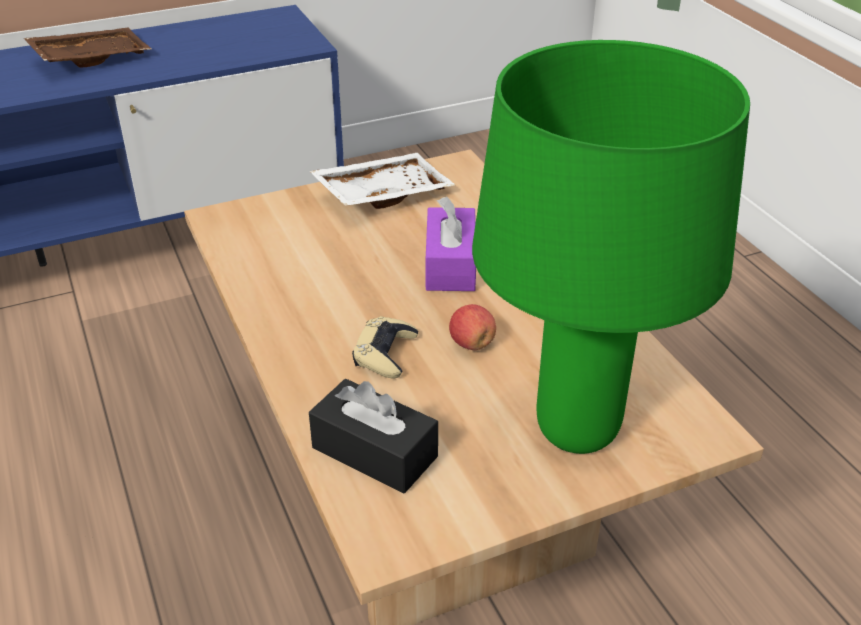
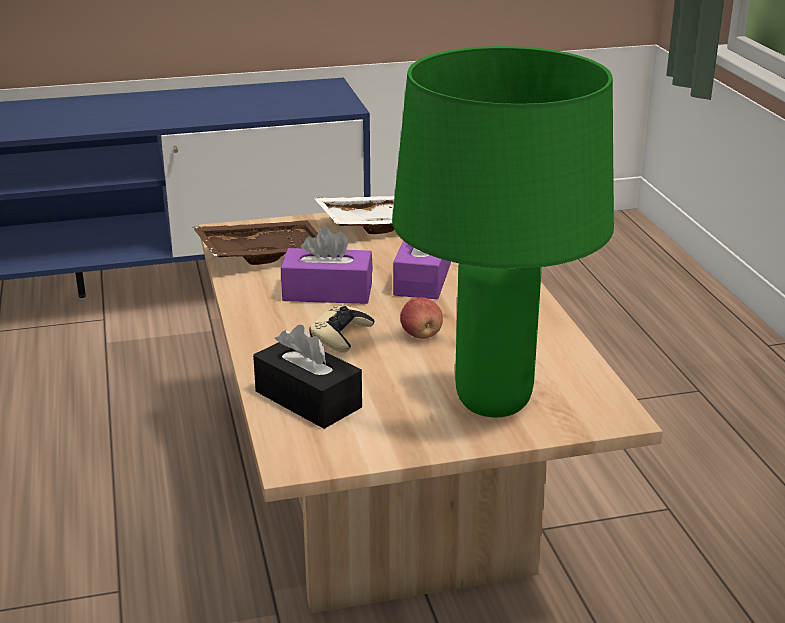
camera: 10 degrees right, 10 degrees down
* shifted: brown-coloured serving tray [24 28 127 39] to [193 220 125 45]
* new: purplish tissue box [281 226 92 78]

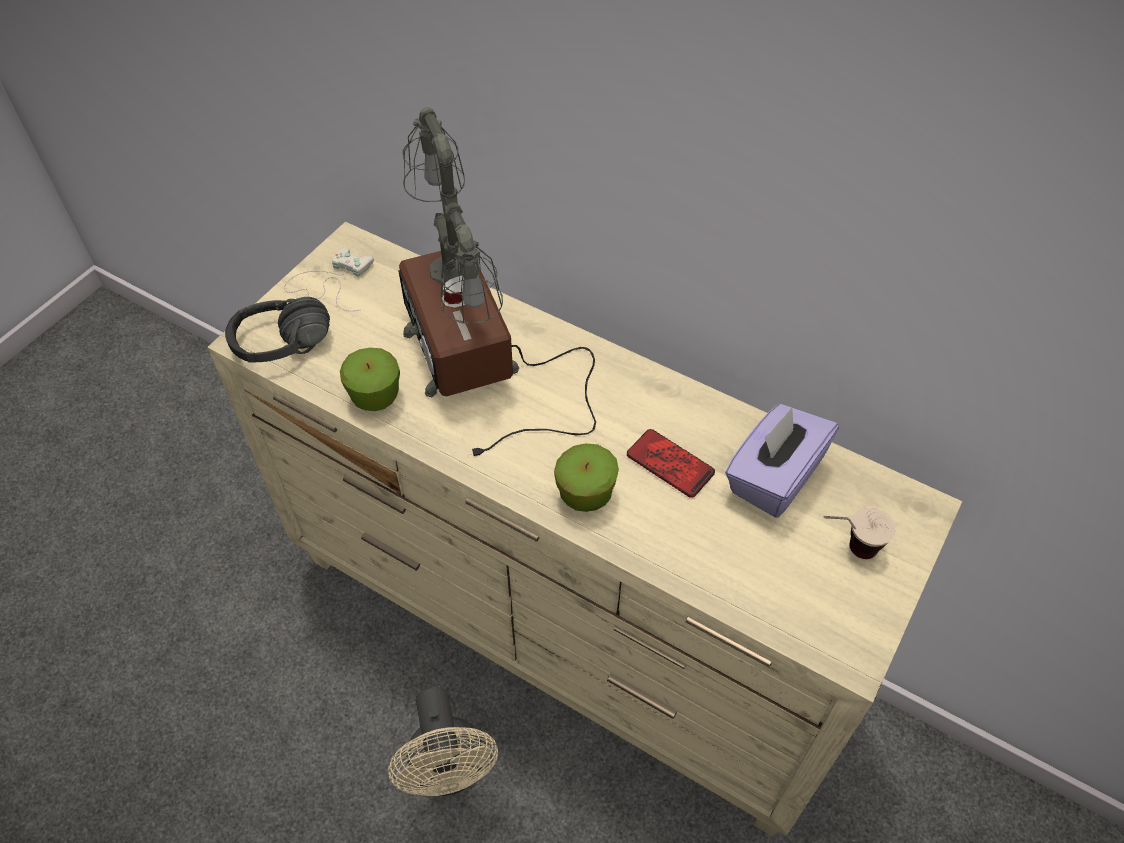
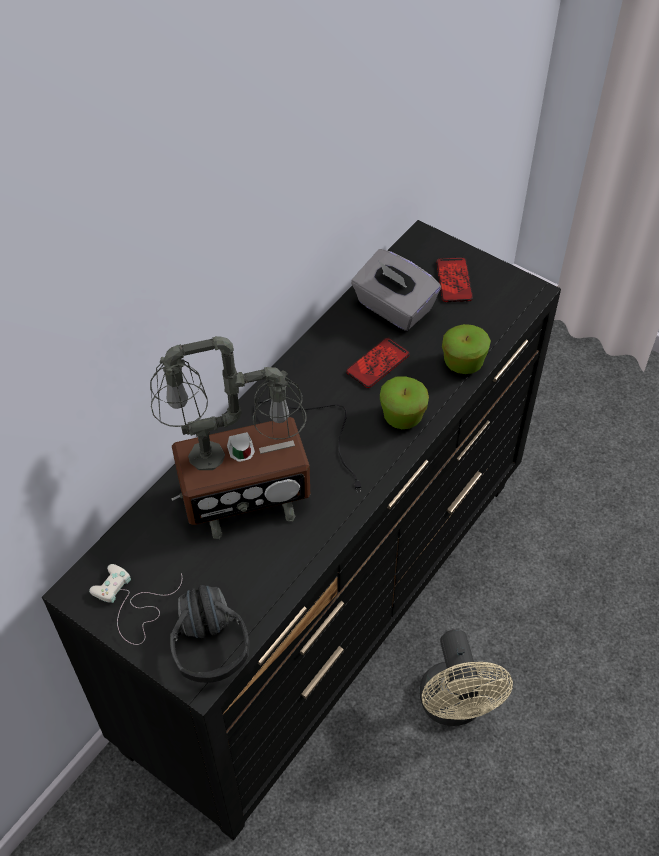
camera: 85 degrees left, 0 degrees up
* repainted: sand-coloured drawer chest [207 222 755 614] to blackish drawer chest [42 220 519 620]
* shifted: apple fruit [340 348 60 63] to [442 324 49 50]
* rotated: sand-coloured electric fan [388 686 110 110] = [419 629 94 97] 90 degrees clockwise
* repainted: purplish tissue box [725 404 114 114] to greyish tissue box [351 249 90 82]
* swapped: drinking cup [824 508 72 51] to telephone [436 257 37 45]

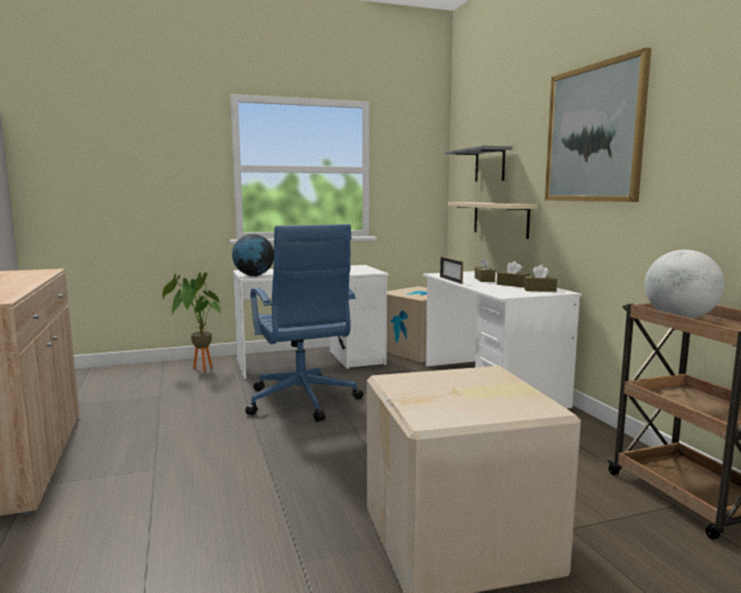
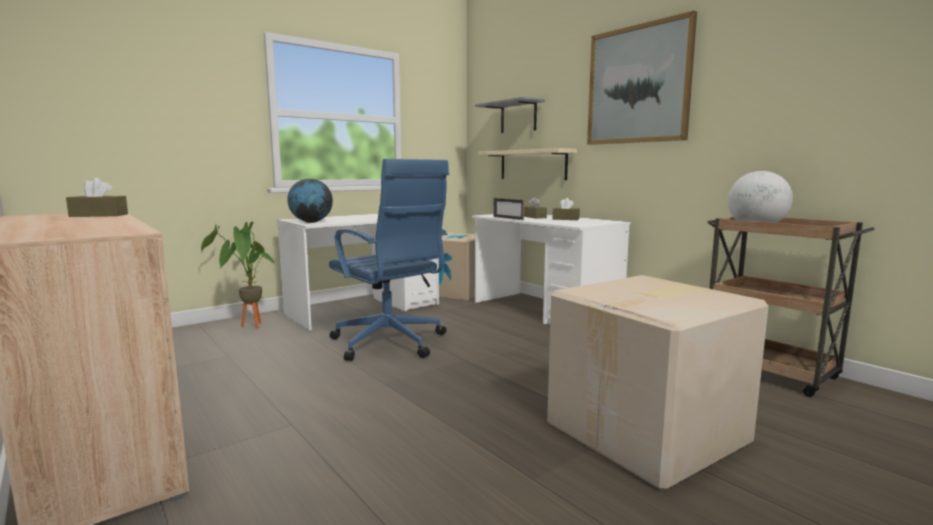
camera: 20 degrees left, 0 degrees up
* shifted: brown-coloured tissue box [524 265 33 27] to [66 178 62 39]

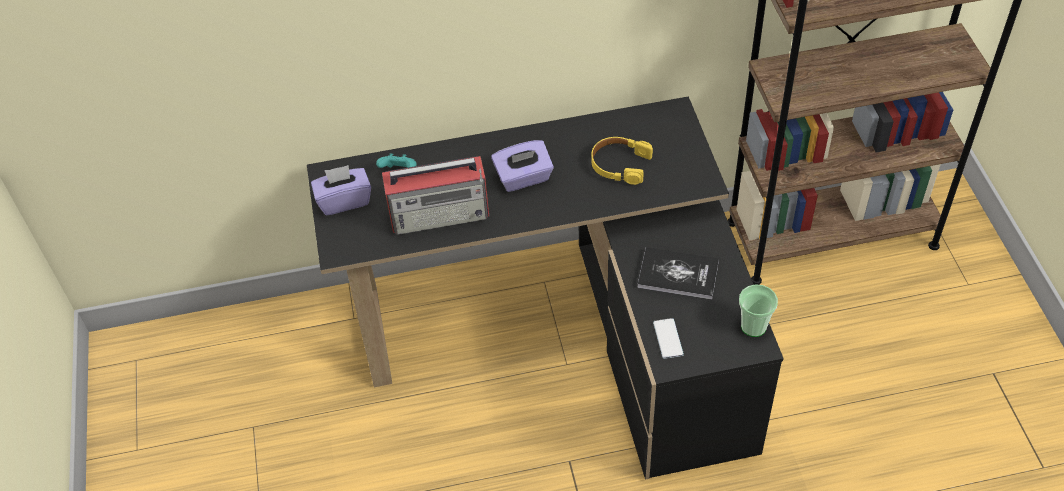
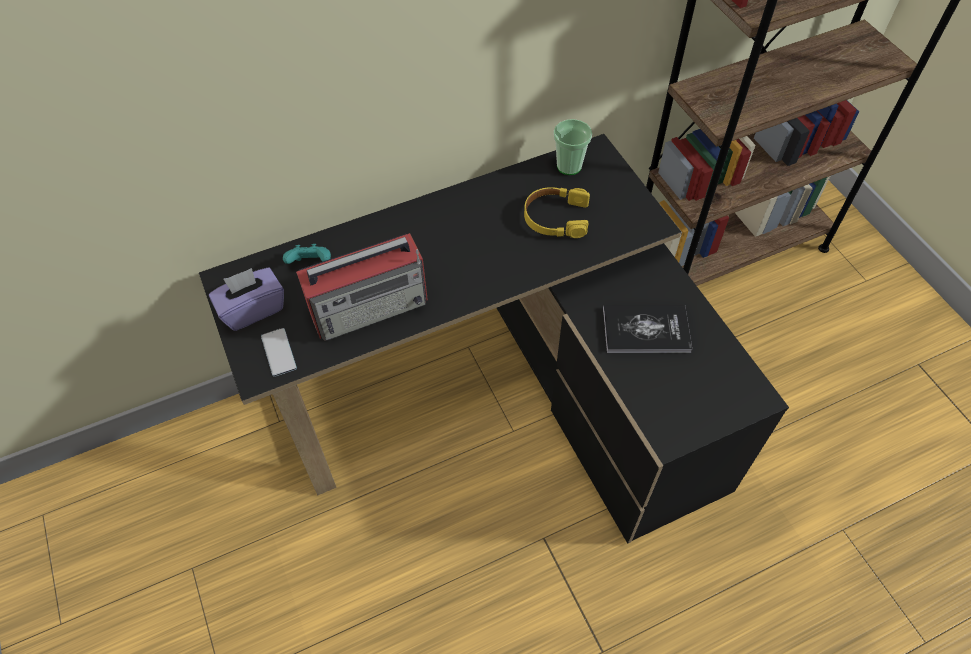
camera: 15 degrees left, 5 degrees up
* gone: purplish tissue box [491 140 63 52]
* shifted: telephone [653 318 31 41] to [261 328 36 49]
* shifted: drinking cup [739 284 39 53] to [553 119 39 56]

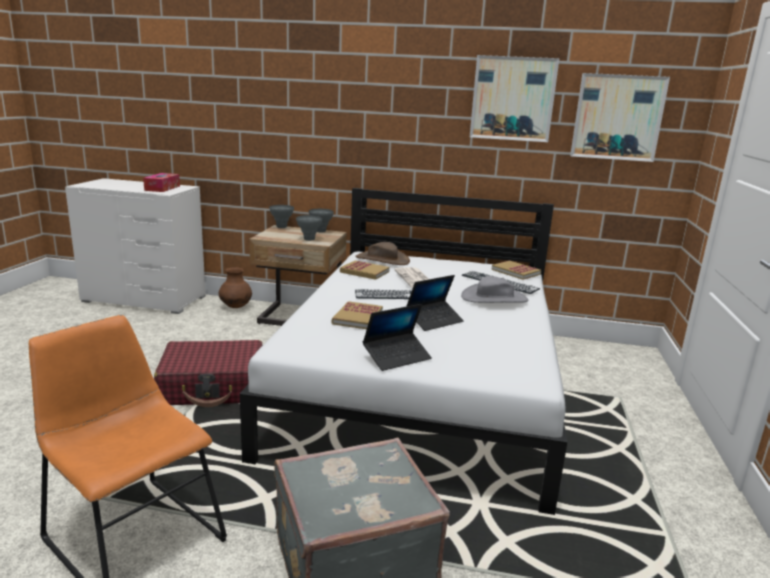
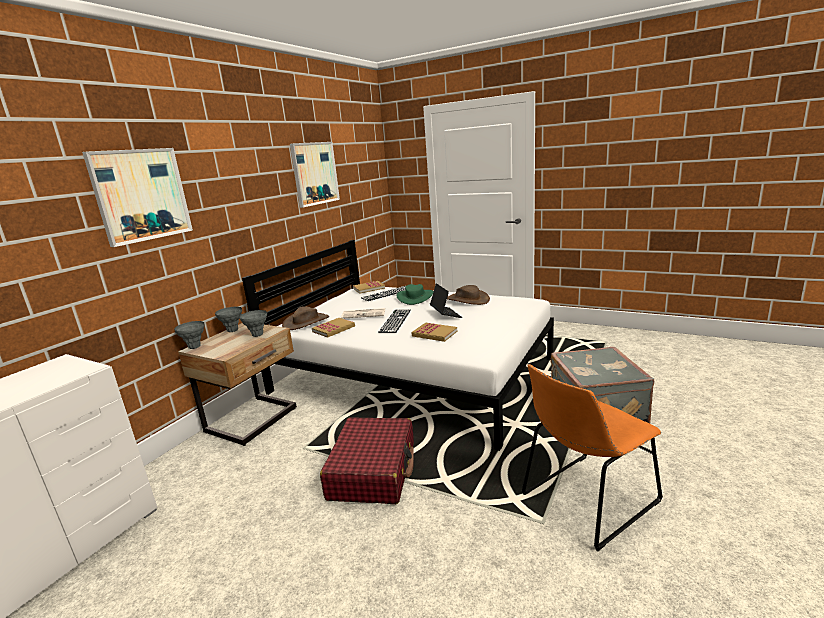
camera: 70 degrees left, 0 degrees up
* gone: tissue box [143 173 37 19]
* gone: brown-coloured decorative vase [219 267 33 41]
* gone: notebook computer [363 304 69 67]
* repainted: greyish wearable hat [461 276 67 27] to green wearable hat [397 284 37 21]
* shifted: wall art [570 73 100 89] to [82 148 111 99]
* new: brown-coloured wearable hat [447 285 43 20]

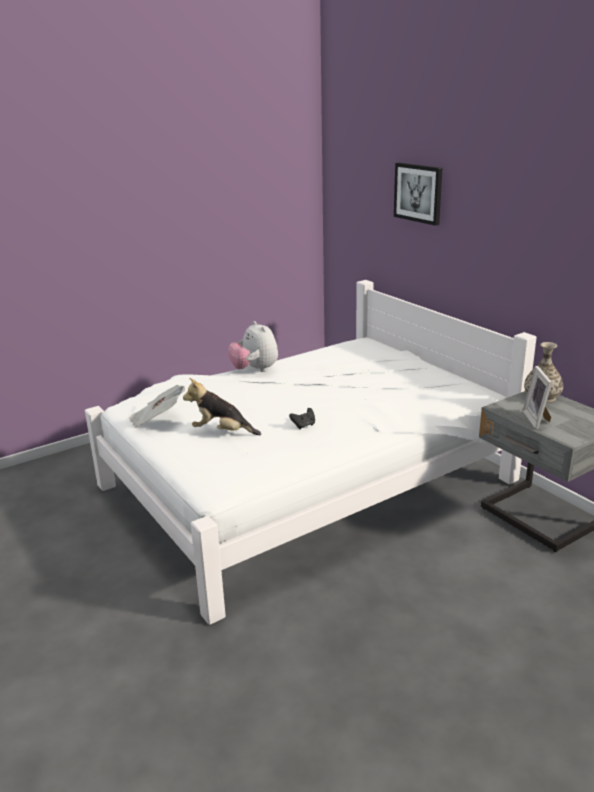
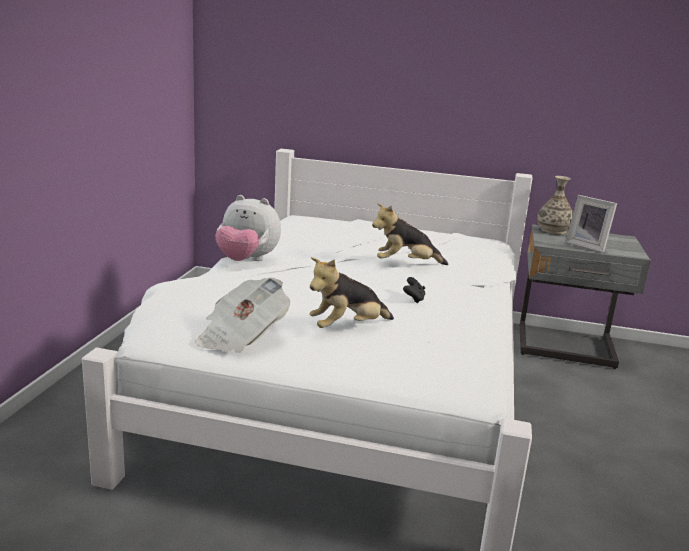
camera: 45 degrees left, 5 degrees down
* gone: wall art [394 163 48 63]
* new: soft toy [372 203 76 62]

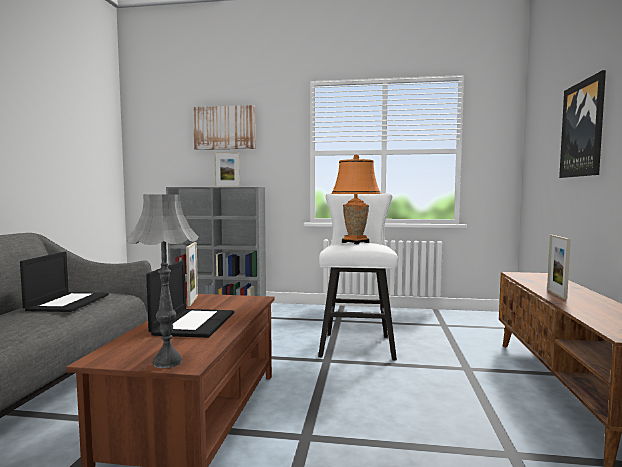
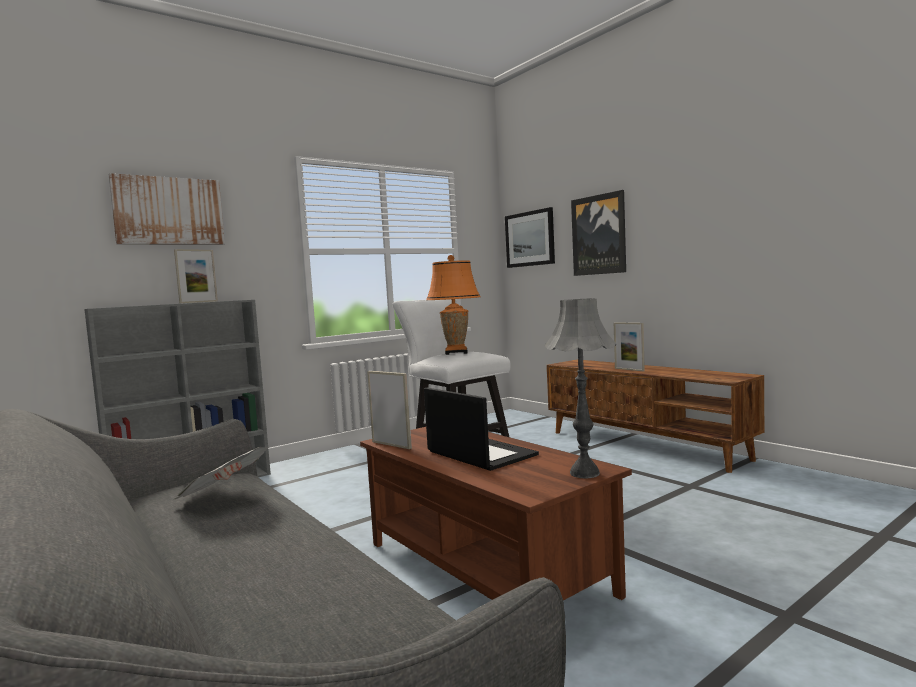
camera: 45 degrees left, 0 degrees up
* swapped: notebook computer [20 252 89 60] to daily paper [173 447 96 53]
* new: wall art [505 207 50 61]

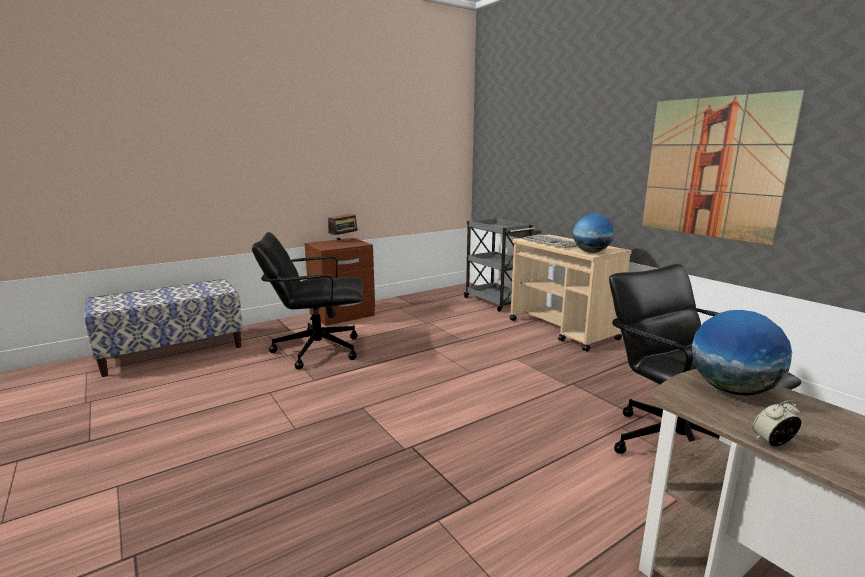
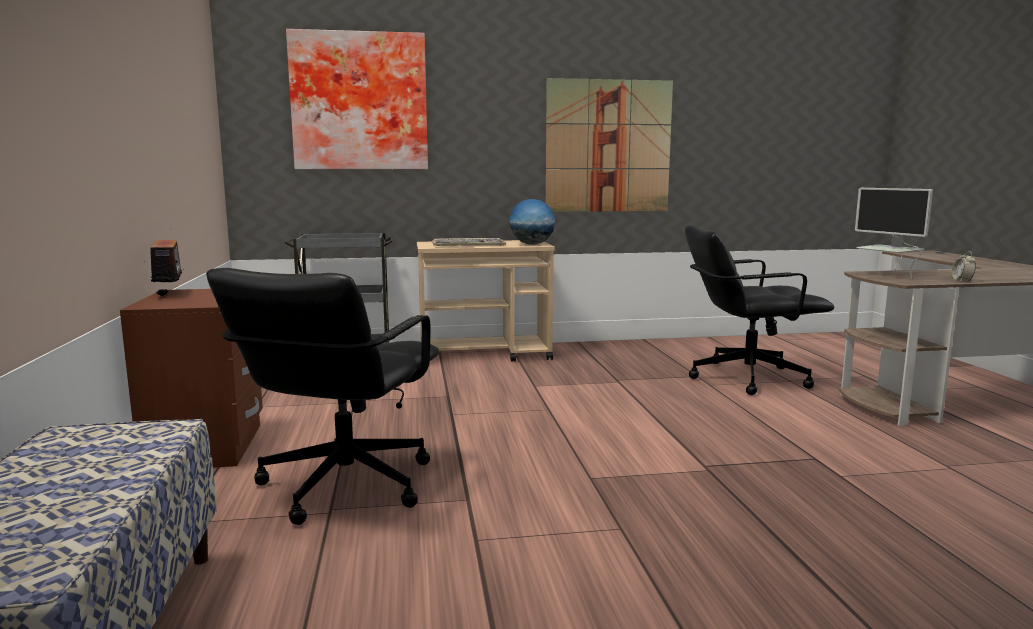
camera: 65 degrees left, 5 degrees down
* swapped: world globe [692 310 100 86] to computer screen [855 188 78 91]
* new: wall art [286 29 142 140]

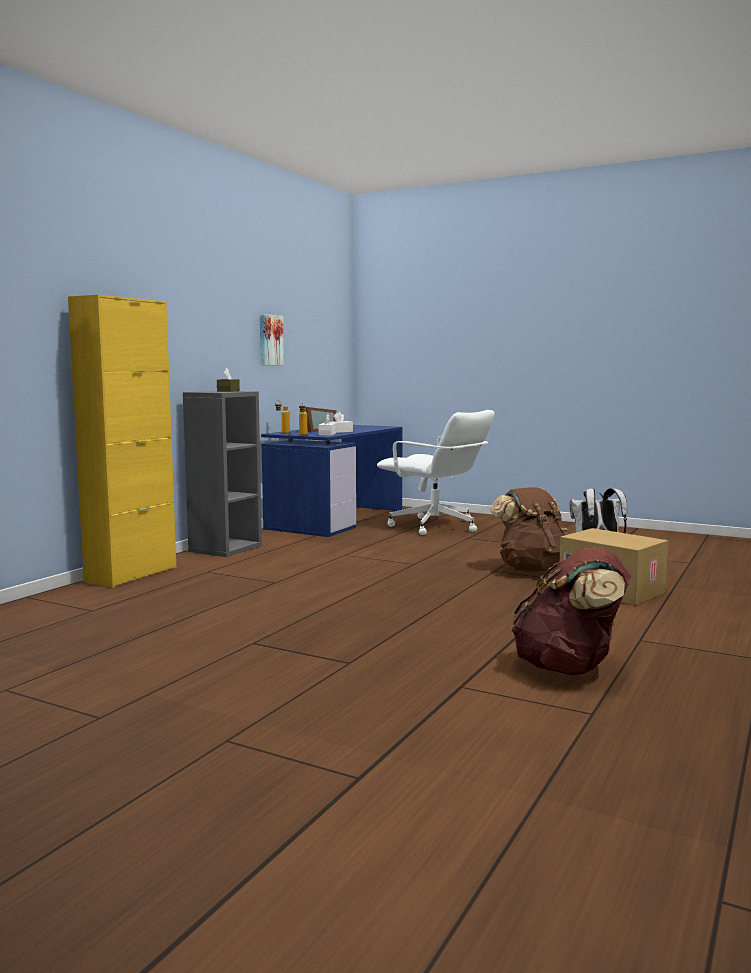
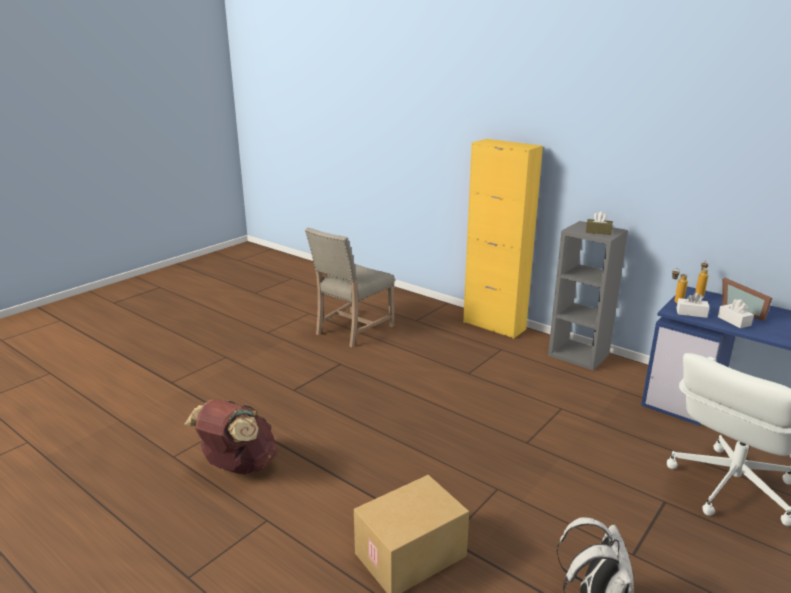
camera: 100 degrees right, 15 degrees up
* gone: wall art [260 314 24 51]
* gone: brown-coloured knapsack [491 487 78 85]
* new: sand-coloured upright chair [305 228 90 119]

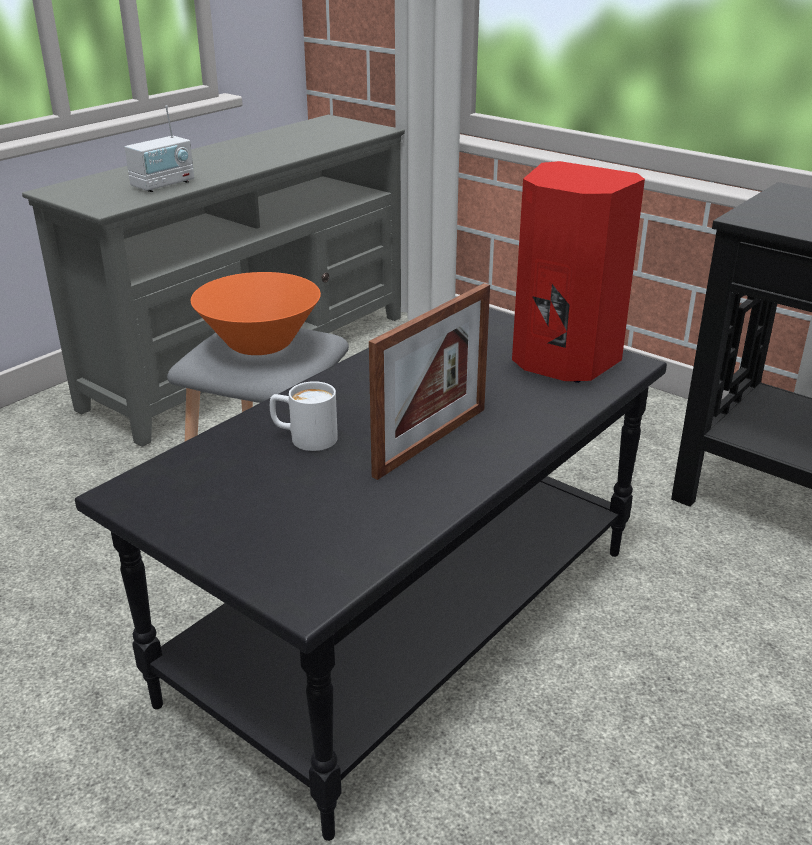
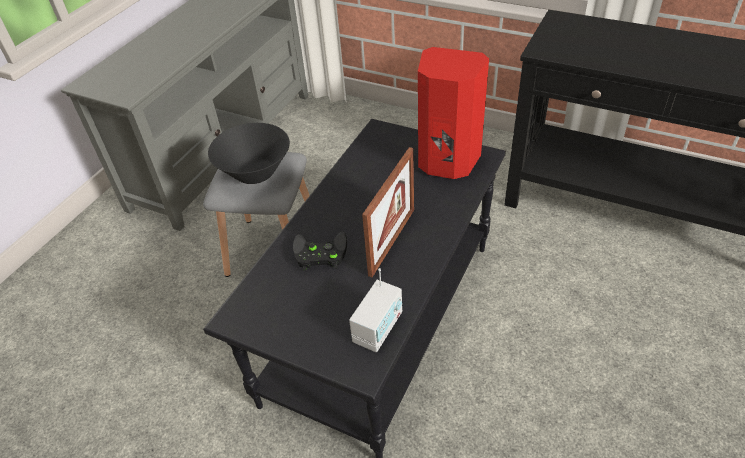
camera: 10 degrees left, 15 degrees up
* shifted: radio set [125 105 69 87] to [349 268 53 85]
* repainted: orangey deep dish [191 272 130 83] to blackish deep dish [208 123 82 61]
* swapped: white coffee mug [270 381 68 70] to blackish gamepad [293 231 54 40]

